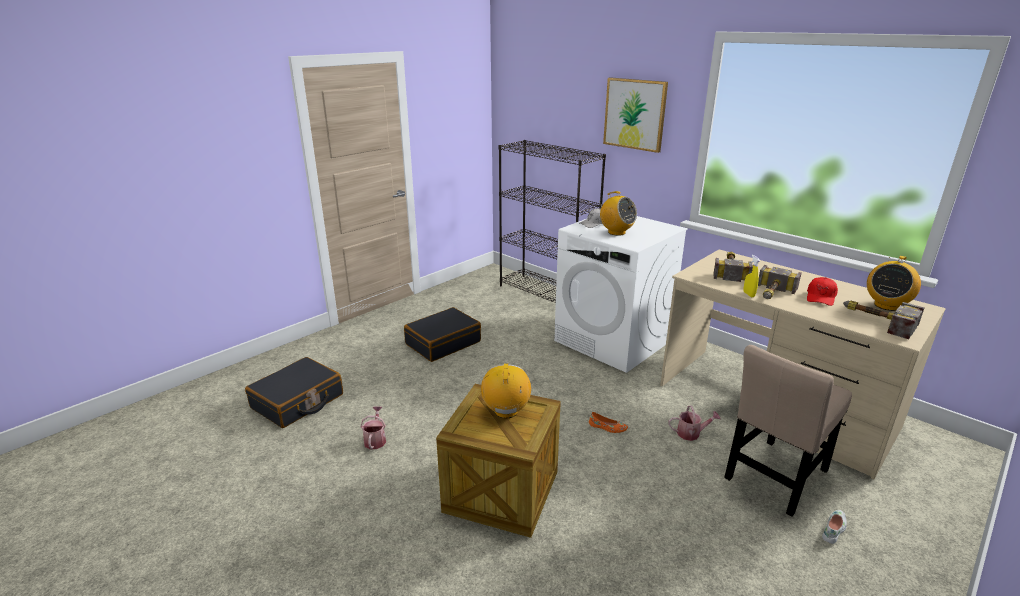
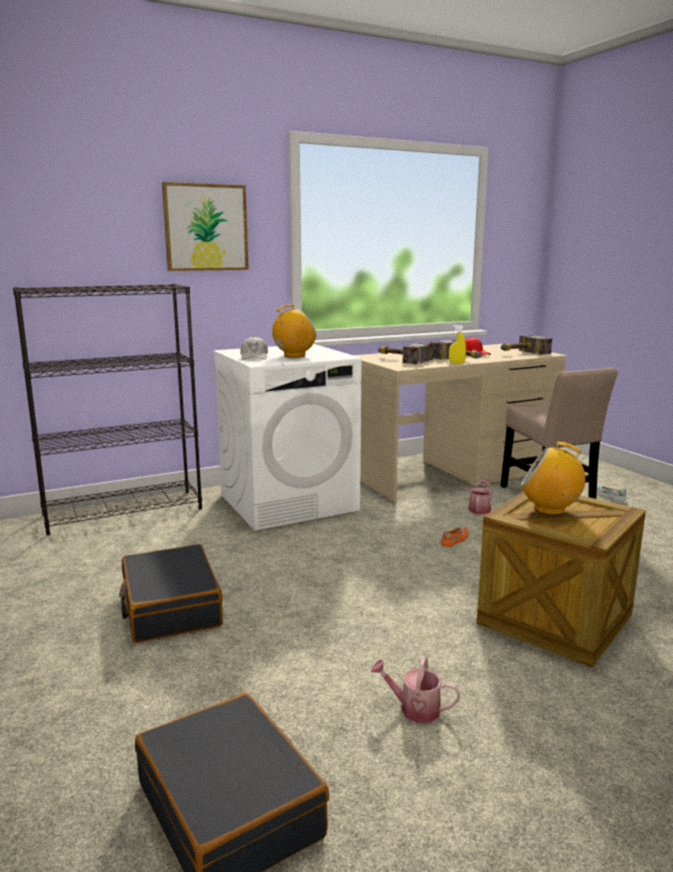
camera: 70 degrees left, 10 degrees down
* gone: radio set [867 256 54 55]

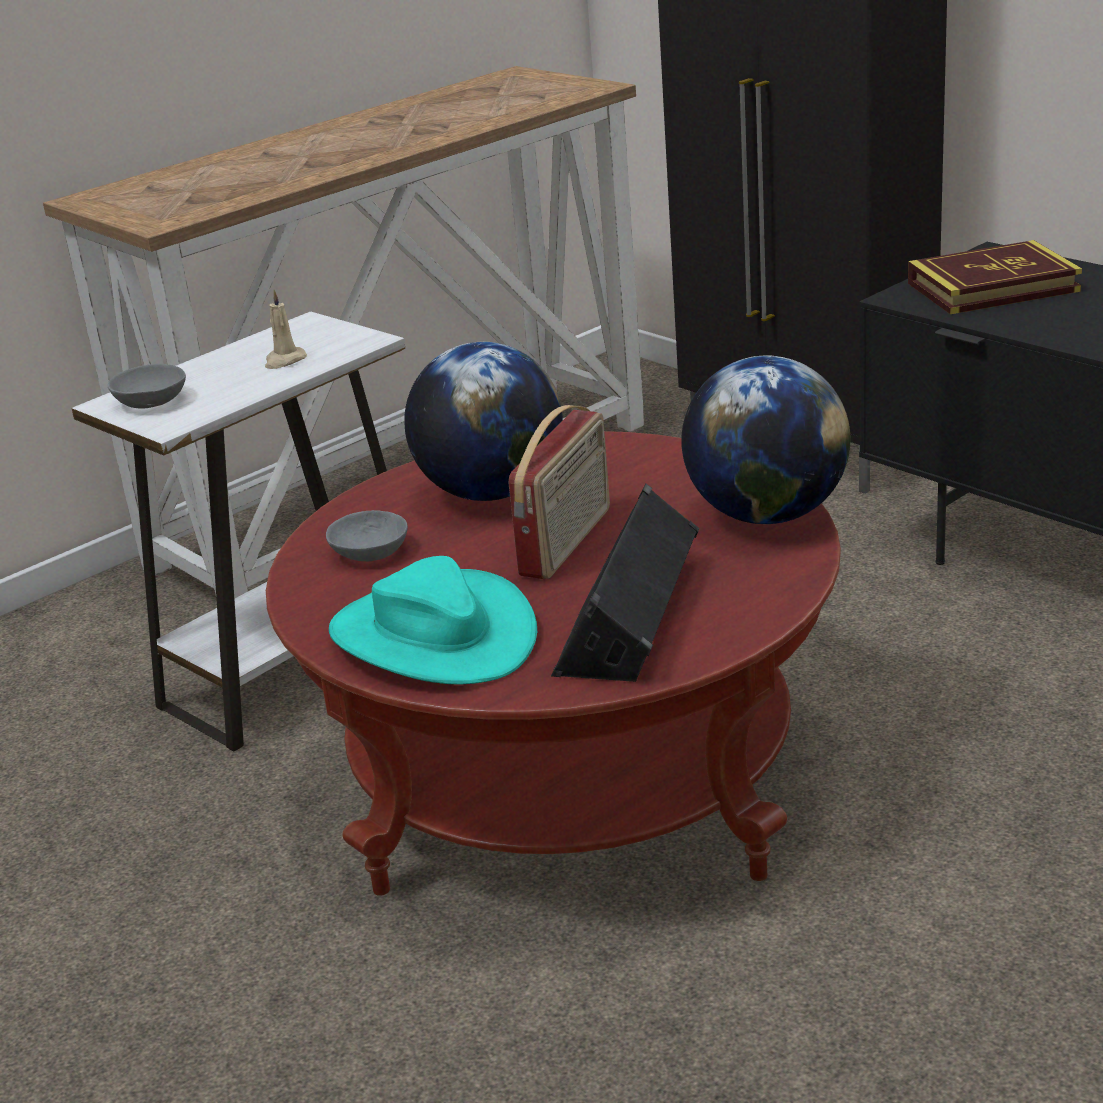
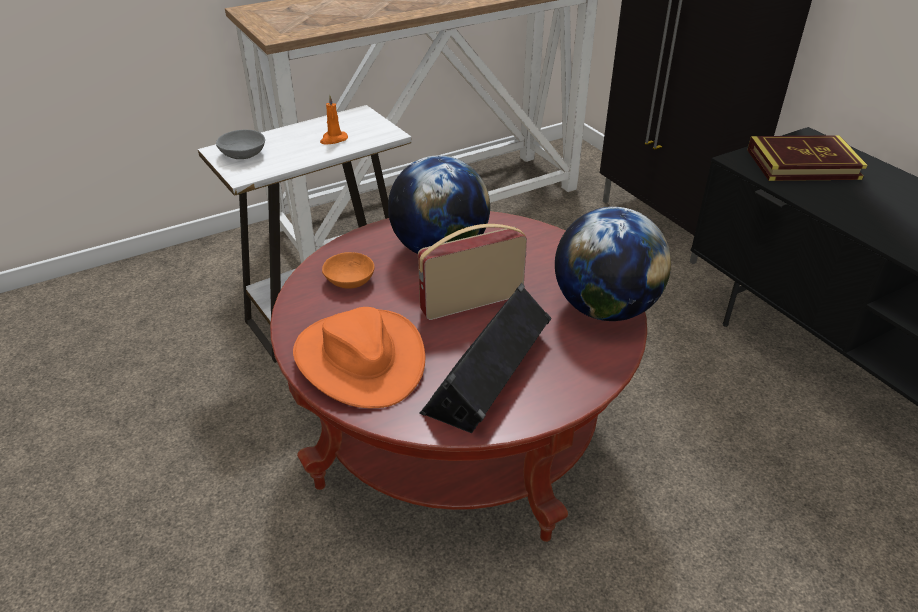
camera: 10 degrees right, 10 degrees up
* repainted: sand-coloured candle [265 290 42 79] to orangey candle [320 95 28 50]
* repainted: greyish deep dish [326 510 82 51] to orangey deep dish [322 252 53 37]
* repainted: blue-green wearable hat [329 556 208 129] to orangey wearable hat [293 307 132 101]
* rotated: radio set [508 405 102 174] = [418 224 109 96] 150 degrees counterclockwise

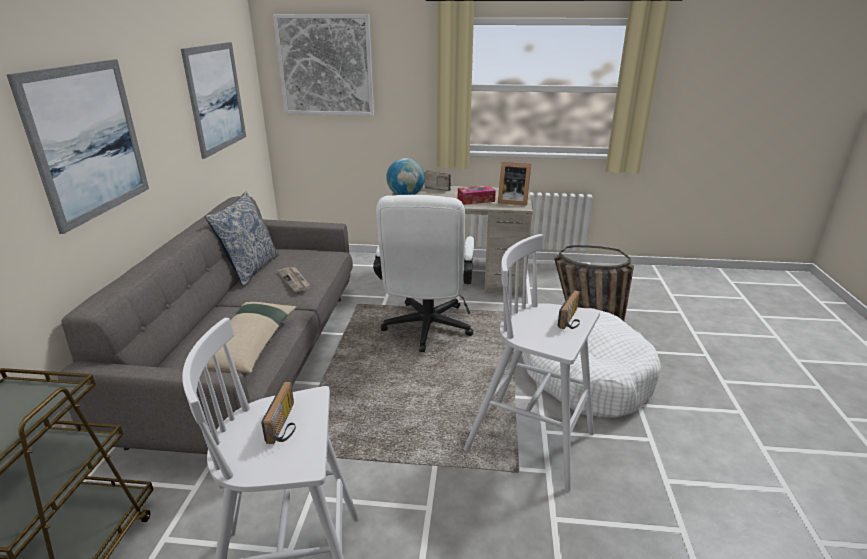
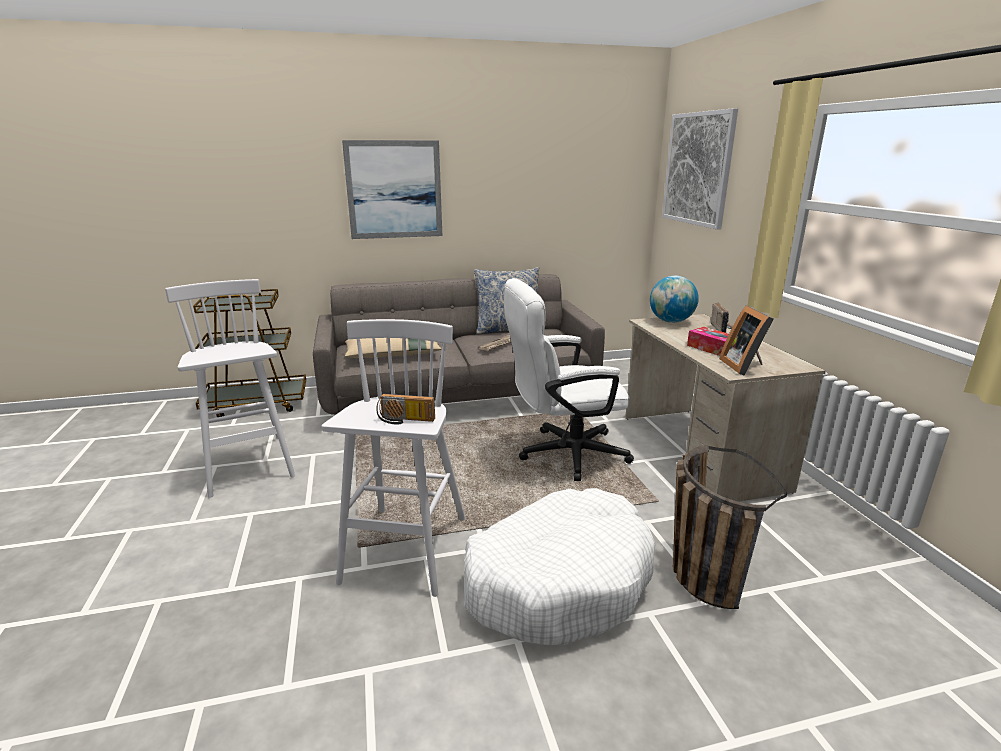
camera: 70 degrees right, 5 degrees down
* gone: wall art [181 42 65 117]
* gone: radio set [261 382 35 62]

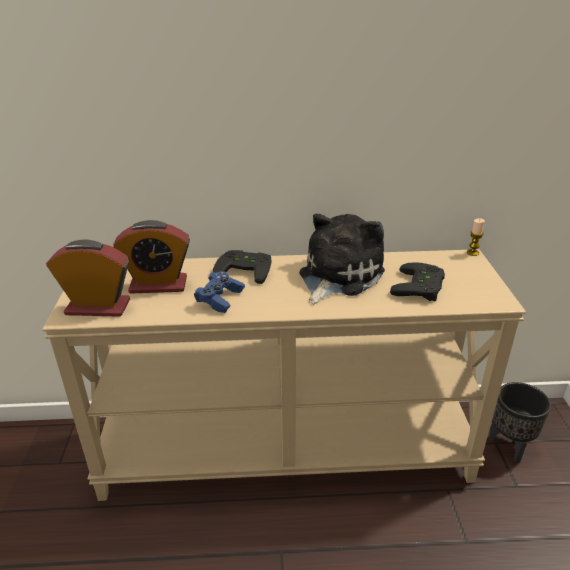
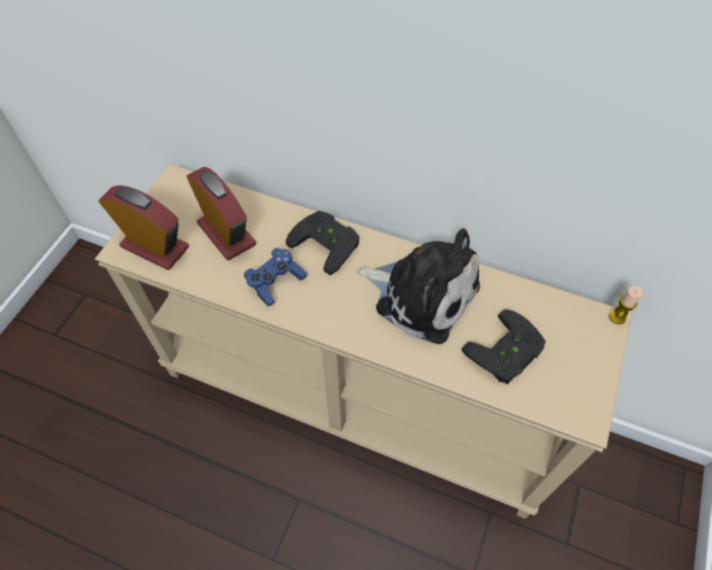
camera: 25 degrees right, 25 degrees up
* rotated: table clock [113 220 77 74] = [186 167 70 93] 150 degrees counterclockwise
* rotated: soft toy [299 214 86 90] = [357 228 123 116] 60 degrees clockwise
* gone: blackish flower pot [488 382 63 81]

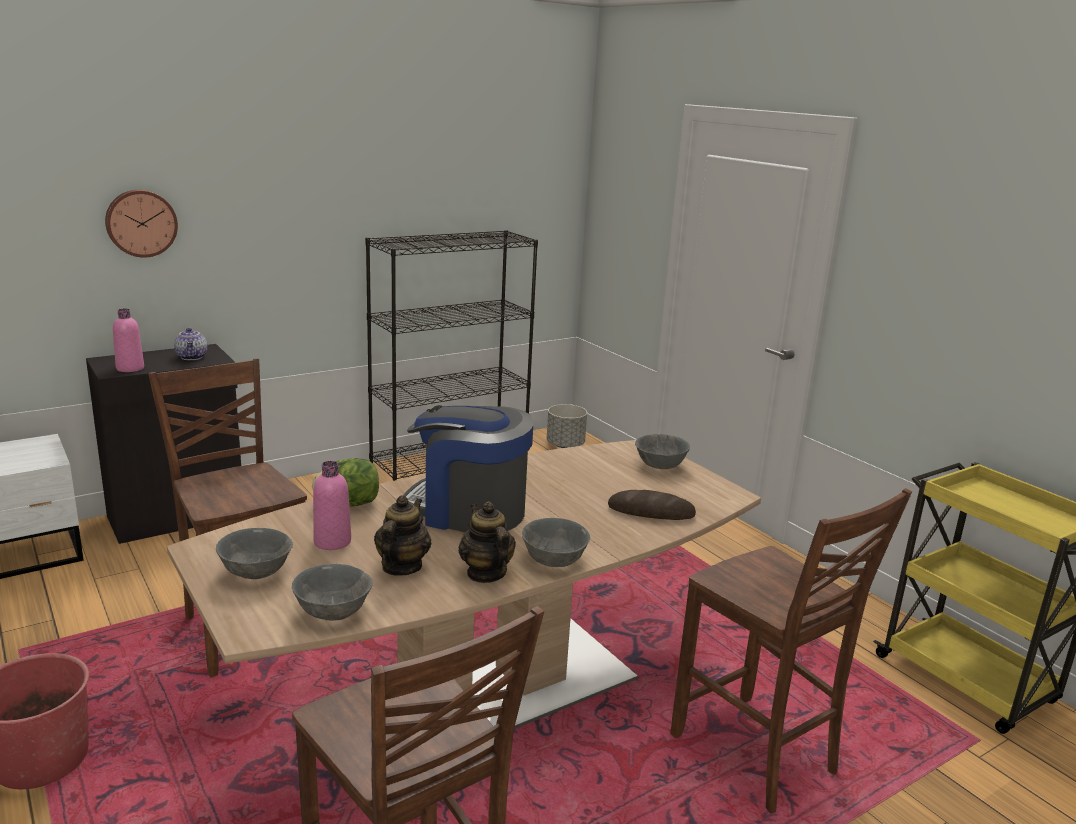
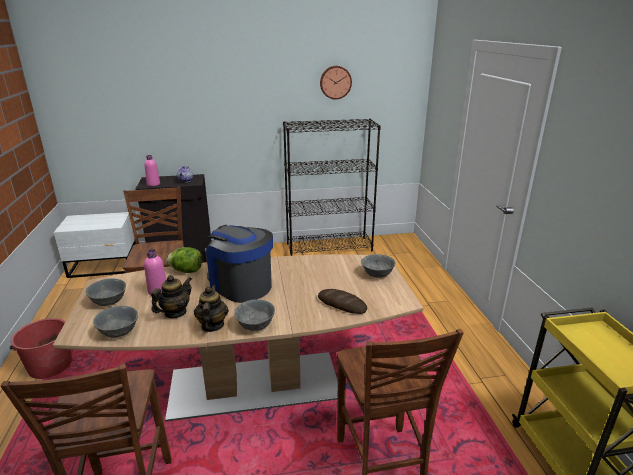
camera: 25 degrees right, 5 degrees up
* shifted: hanging clock [105 190 73 68] to [320 66 32 34]
* gone: greyish flower pot [547 404 40 44]

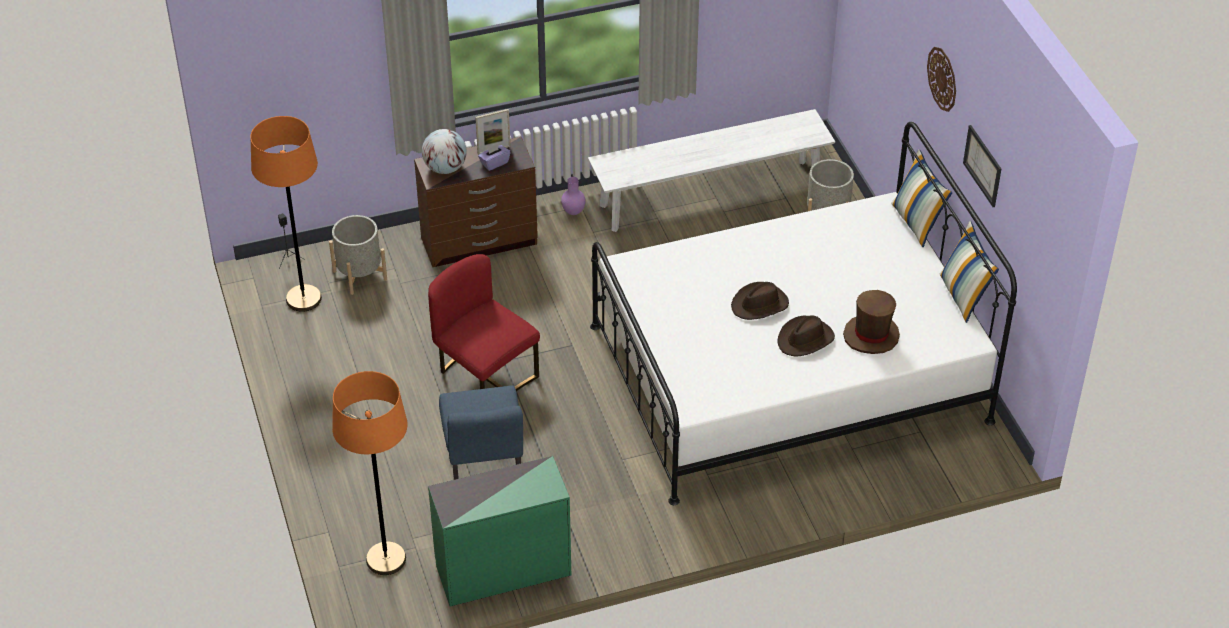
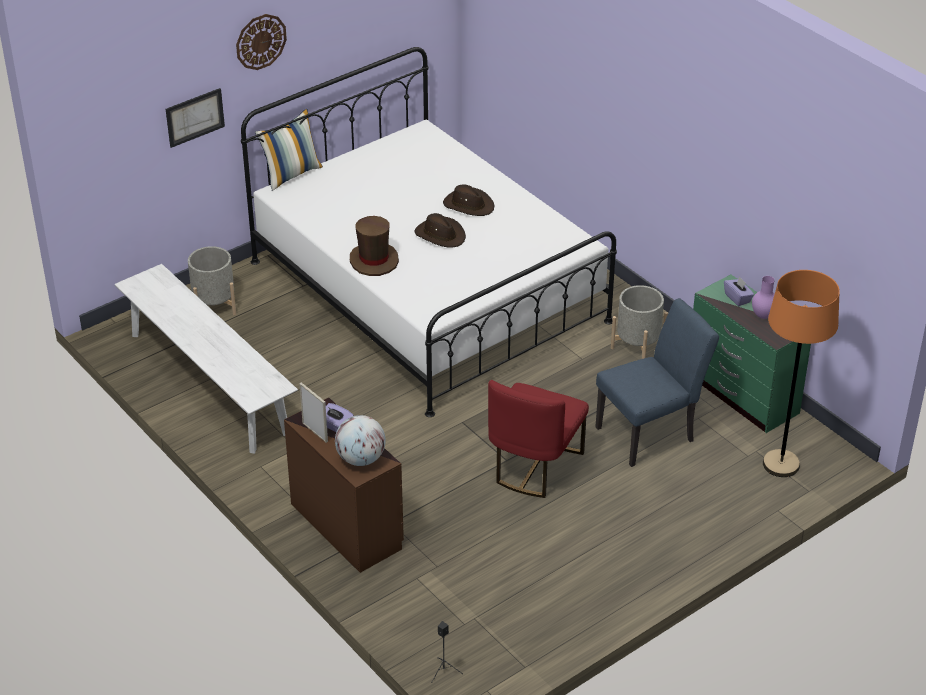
camera: 110 degrees left, 5 degrees down
* gone: orangey standard lamp [250 116 72 196]
* shifted: greyish flower pot [329 215 58 80] to [611 285 57 74]
* shifted: purplish decorative vase [561 177 24 38] to [752 276 23 43]
* shifted: brown-coloured wearable hat [843 290 57 64] to [350 216 49 60]
* gone: cushion [939 221 60 102]
* shifted: wall art [963 125 38 82] to [166 88 59 60]
* new: purplish tissue box [724 276 30 30]

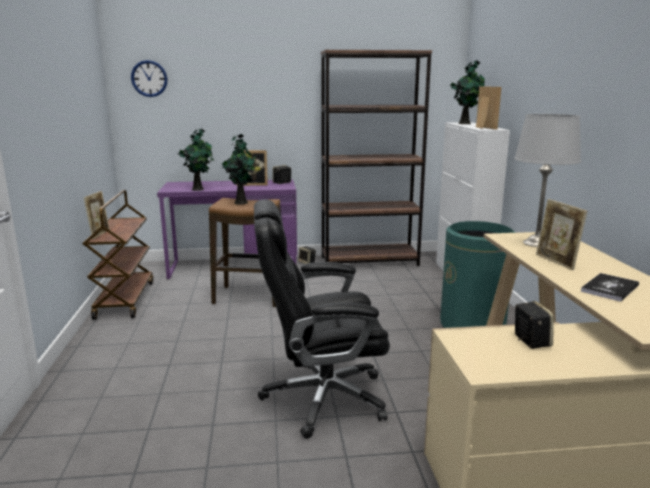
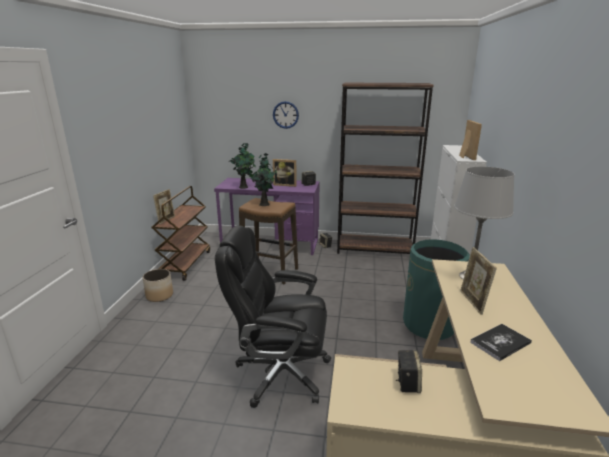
camera: 15 degrees right, 5 degrees up
* shifted: hanging clock [131 60 36 37] to [273 101 26 28]
* gone: houseplant [450 60 35 64]
* new: flower pot [143 269 30 33]

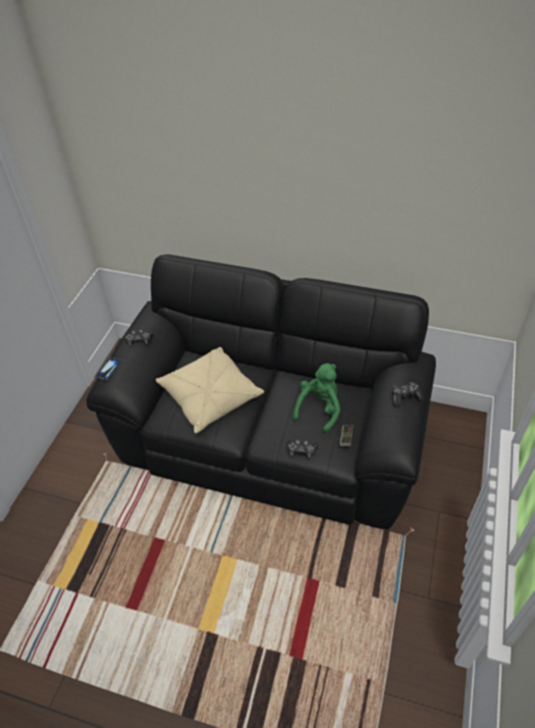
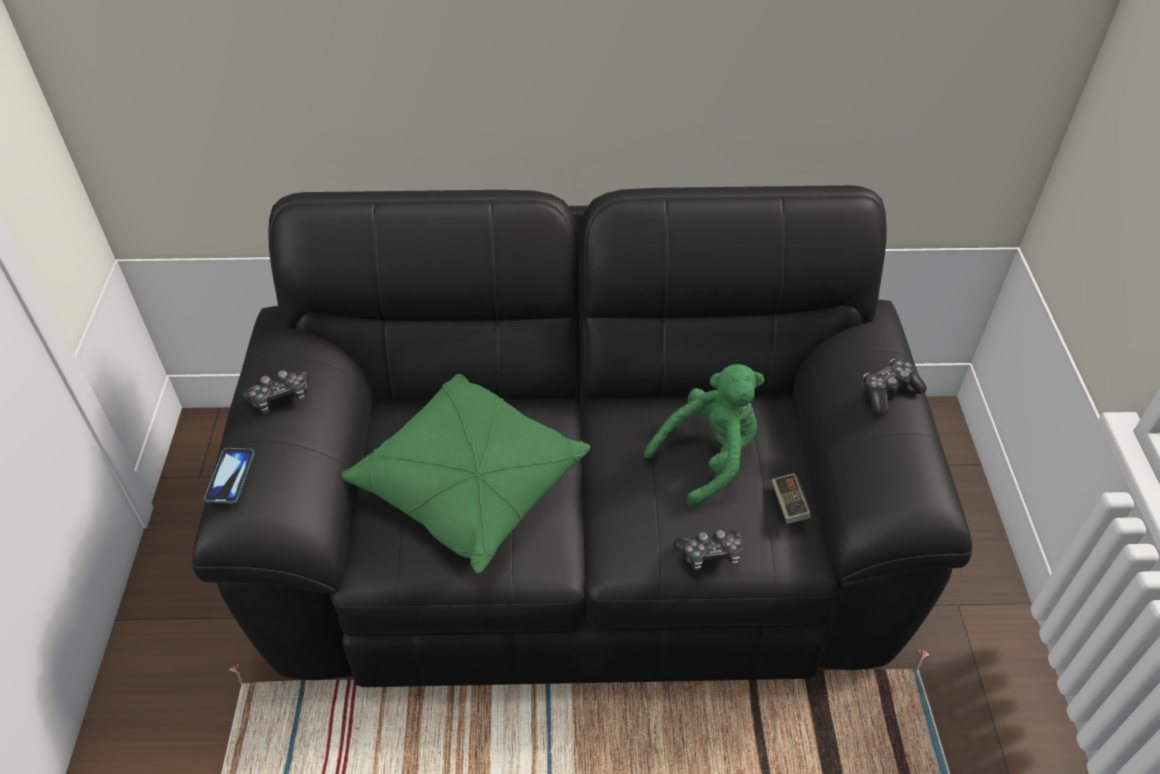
camera: 20 degrees left, 0 degrees up
* repainted: sand-coloured cushion [156 347 108 87] to green cushion [342 374 248 200]
* rotated: green soft toy [292 363 48 71] = [644 364 120 144] 45 degrees clockwise

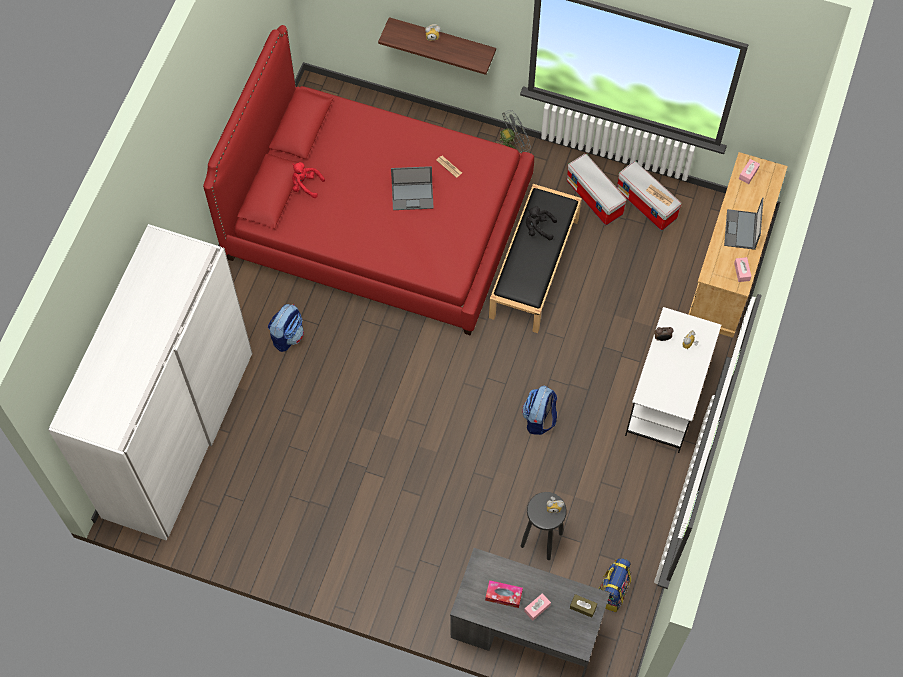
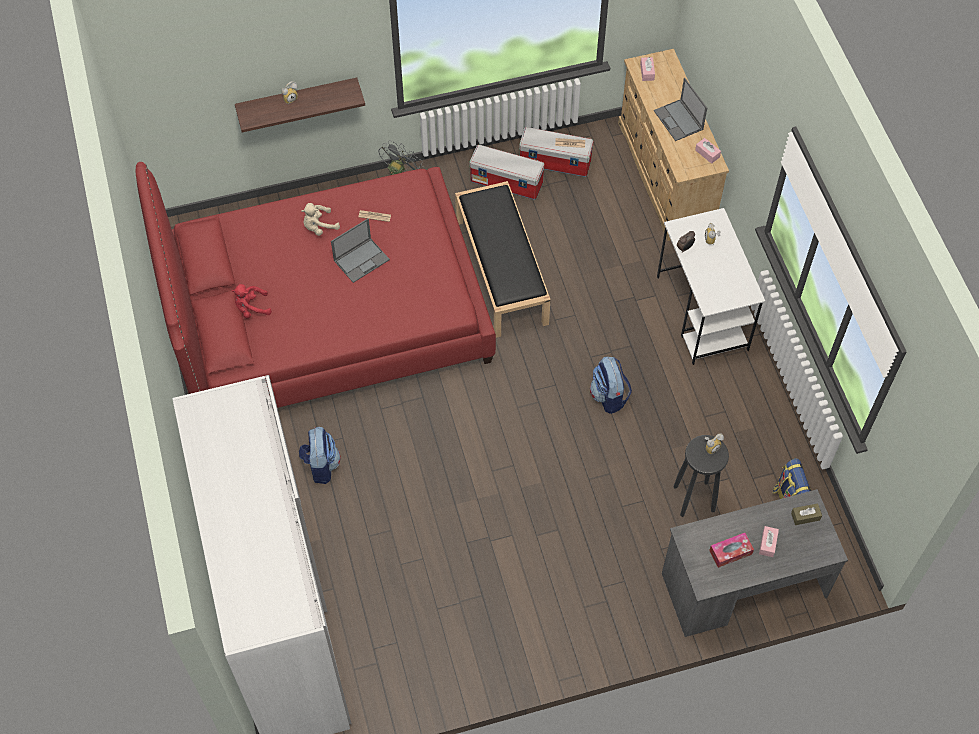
camera: 35 degrees left, 5 degrees down
* gone: blackish soft toy [526 206 31 34]
* new: sand-coloured soft toy [301 203 39 33]

